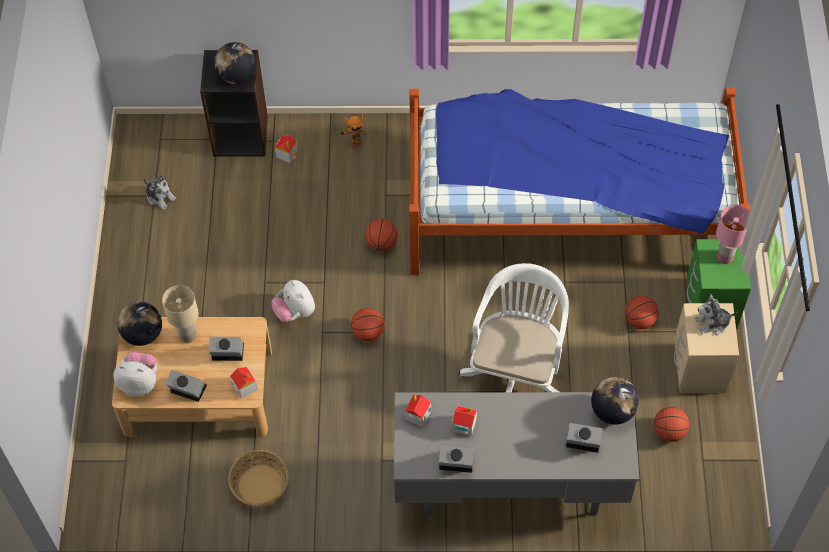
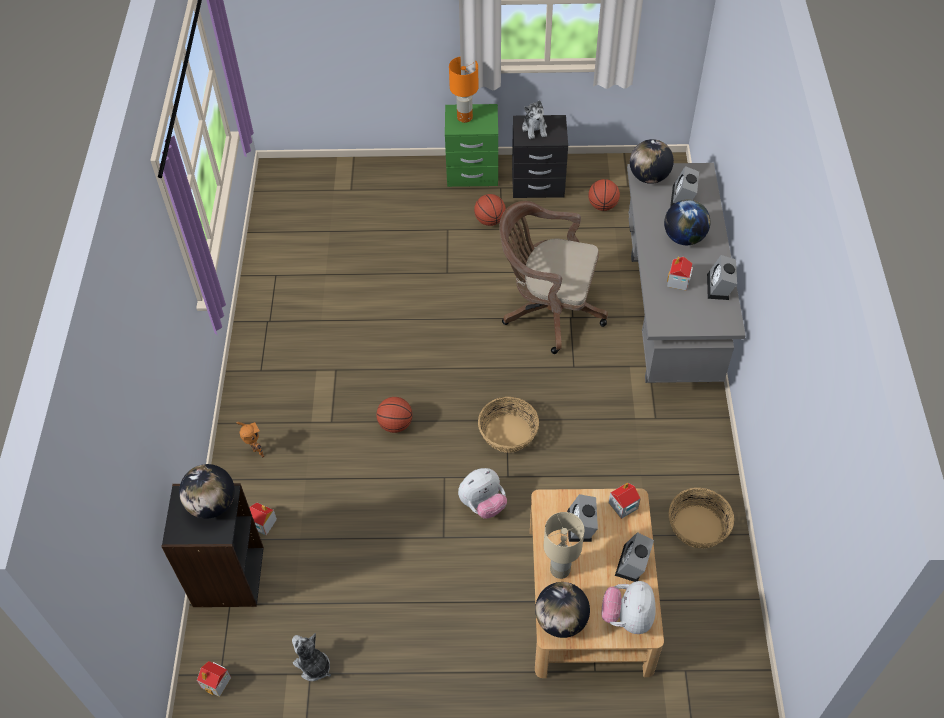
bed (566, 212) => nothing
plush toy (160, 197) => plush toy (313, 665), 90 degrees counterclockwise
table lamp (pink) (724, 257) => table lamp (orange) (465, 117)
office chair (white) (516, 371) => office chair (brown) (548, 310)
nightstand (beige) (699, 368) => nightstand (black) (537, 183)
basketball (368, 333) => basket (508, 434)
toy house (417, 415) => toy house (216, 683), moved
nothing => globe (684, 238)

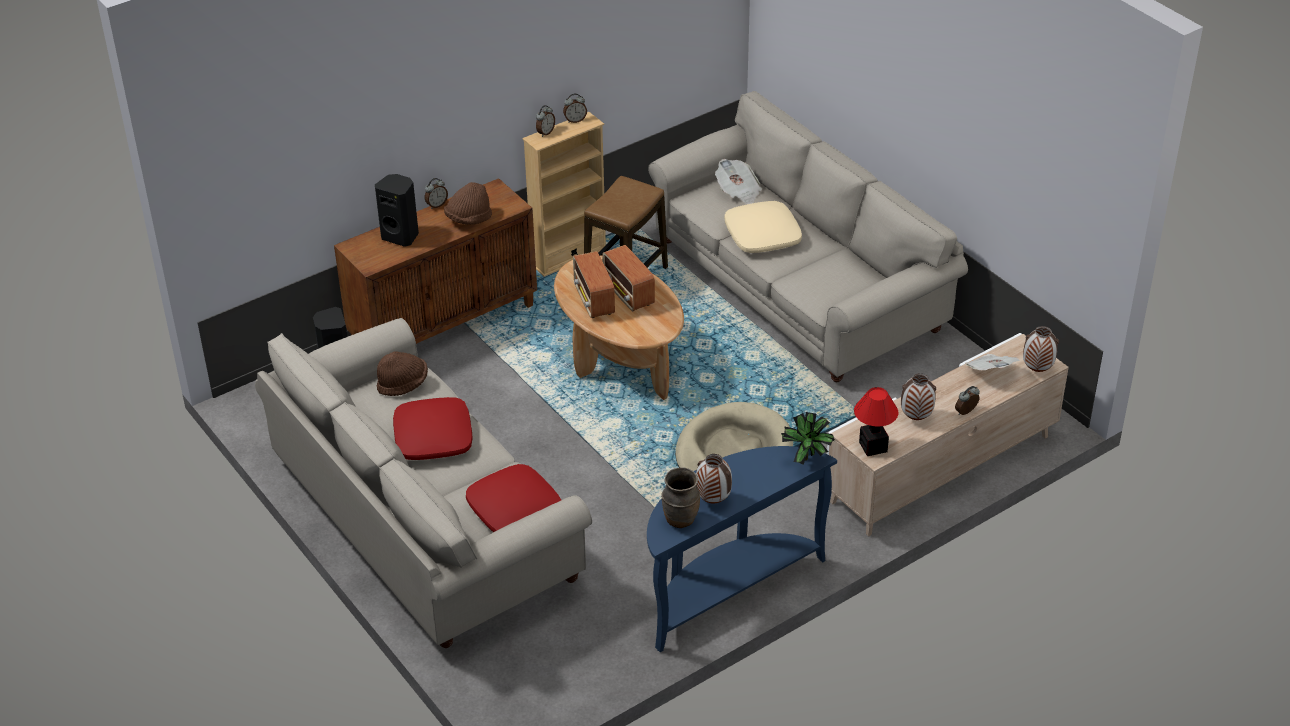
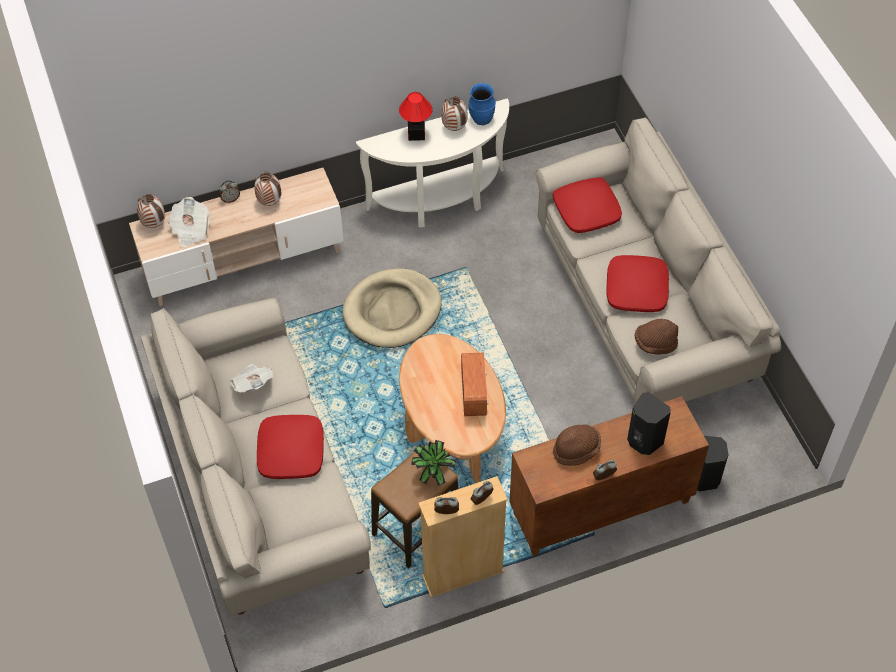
newspaper (738, 192) => newspaper (253, 384), moved
pillow (beige) (763, 235) => pillow (red) (290, 451)
radio (629, 294) => nothing
table lamp (873, 446) => table lamp (416, 135), moved
potted plant (808, 461) => potted plant (433, 473), moved
console table (blue) (726, 589) => console table (white) (441, 201)
vase (brown) (680, 519) => vase (blue) (481, 119)

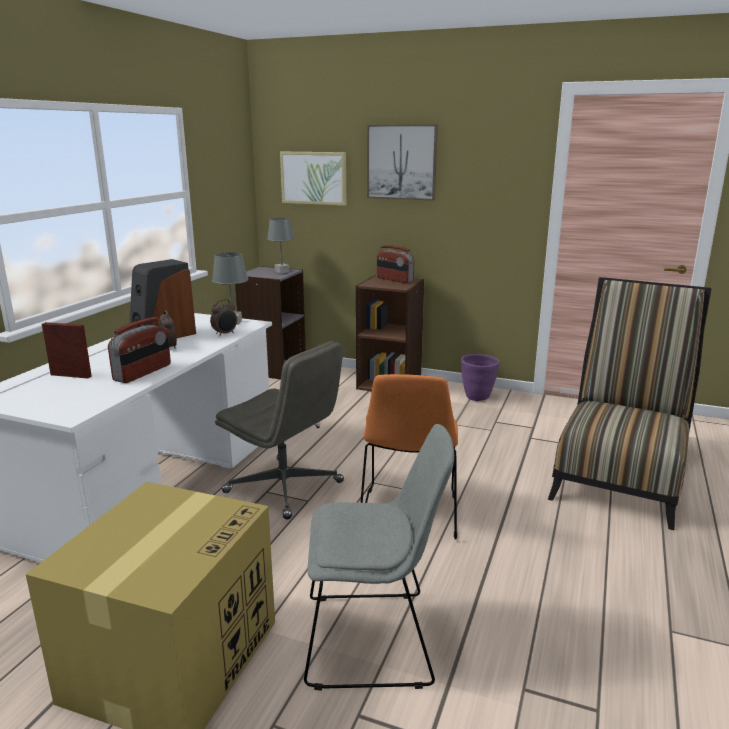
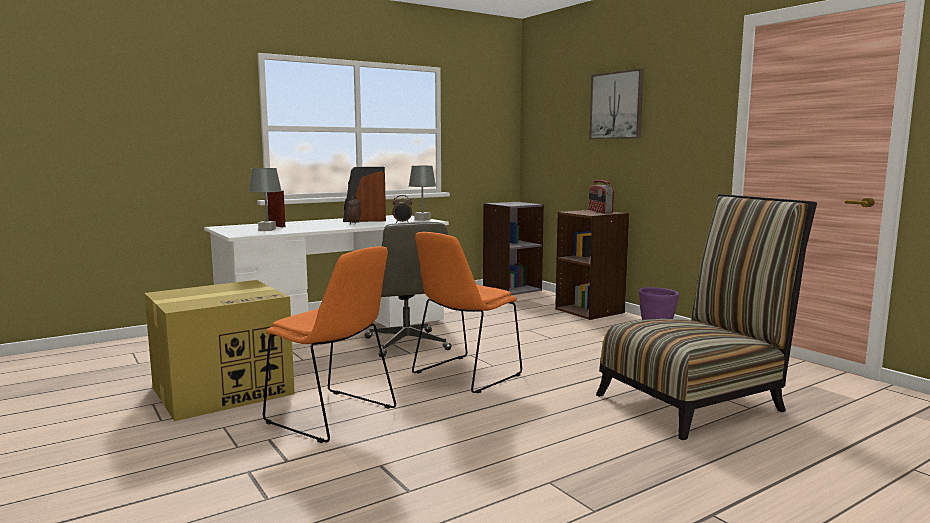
picture (313, 178) => nothing
table lamp (grey) (281, 271) => table lamp (grey) (267, 230), moved
radio (143, 373) => nothing
chair (grey) (374, 639) => chair (orange) (334, 416)

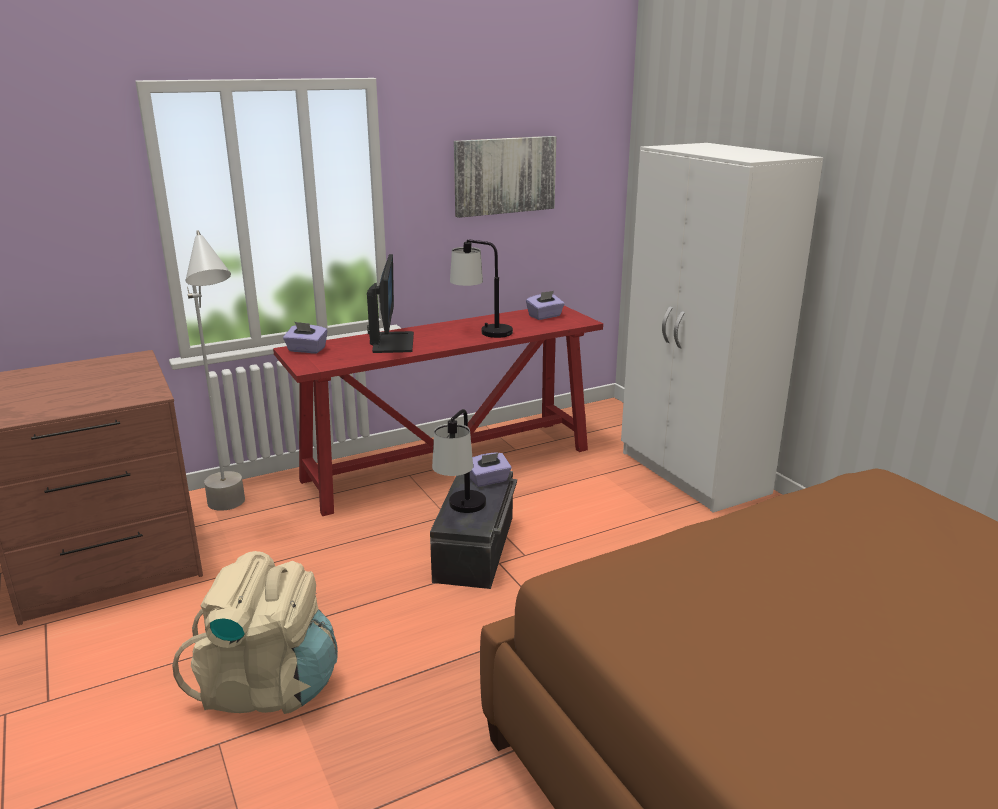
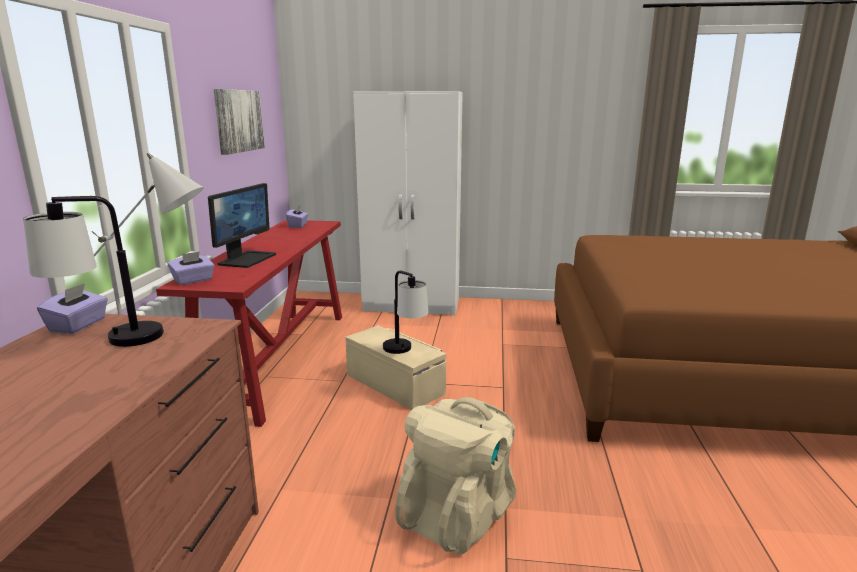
table lamp (482, 332) => table lamp (110, 343), moved
monitor (392, 342) => monitor (246, 259), 75 degrees clockwise
tissue box (purple) (488, 480) => tissue box (purple) (78, 325), moved
storage box (black) (476, 548) => storage box (beige) (395, 383)

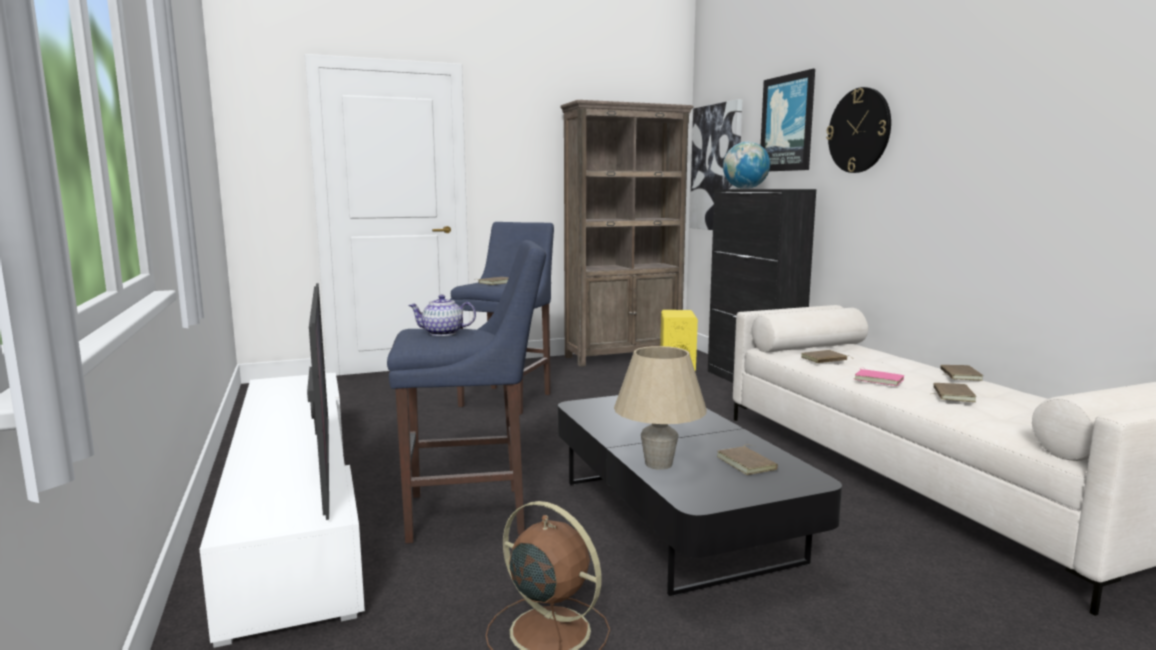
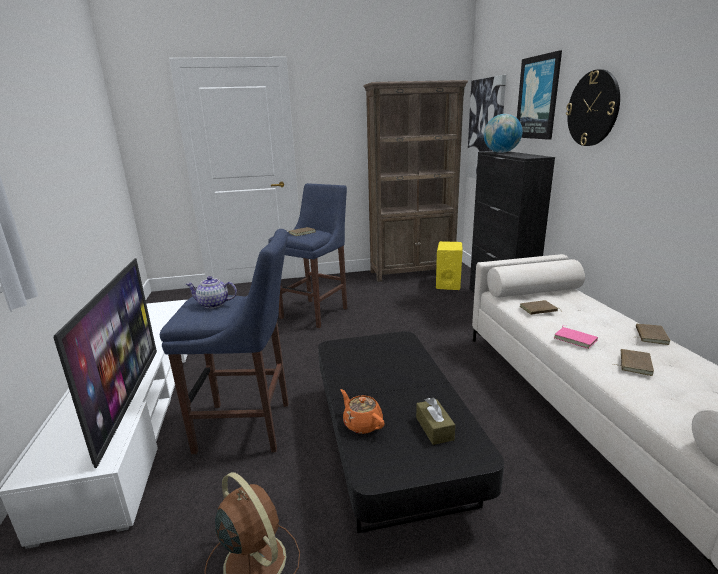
table lamp (beige) (658, 464) => teapot (orange) (362, 424)
book (brown) (748, 463) => tissue box (brown) (434, 428)

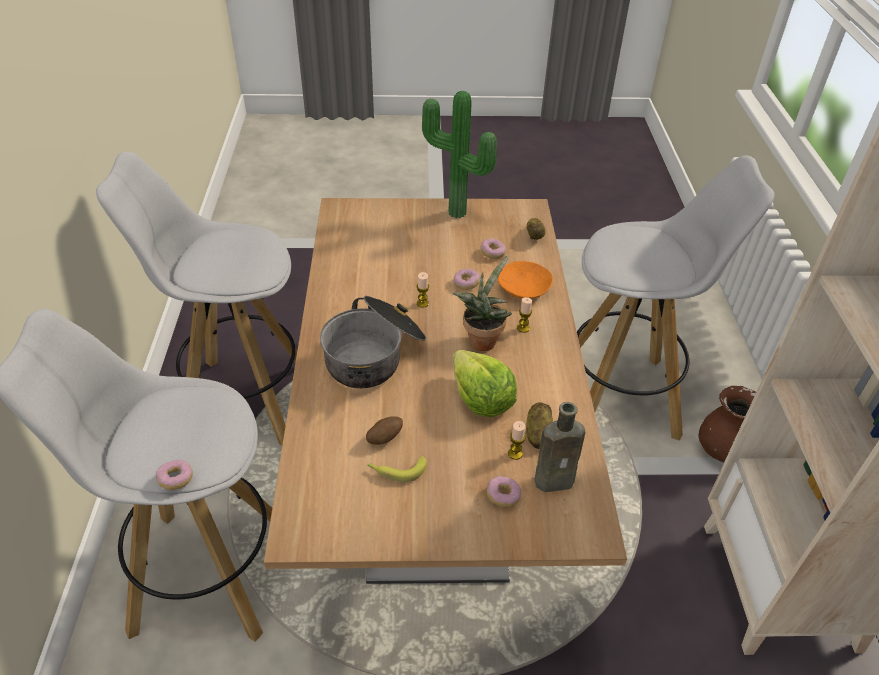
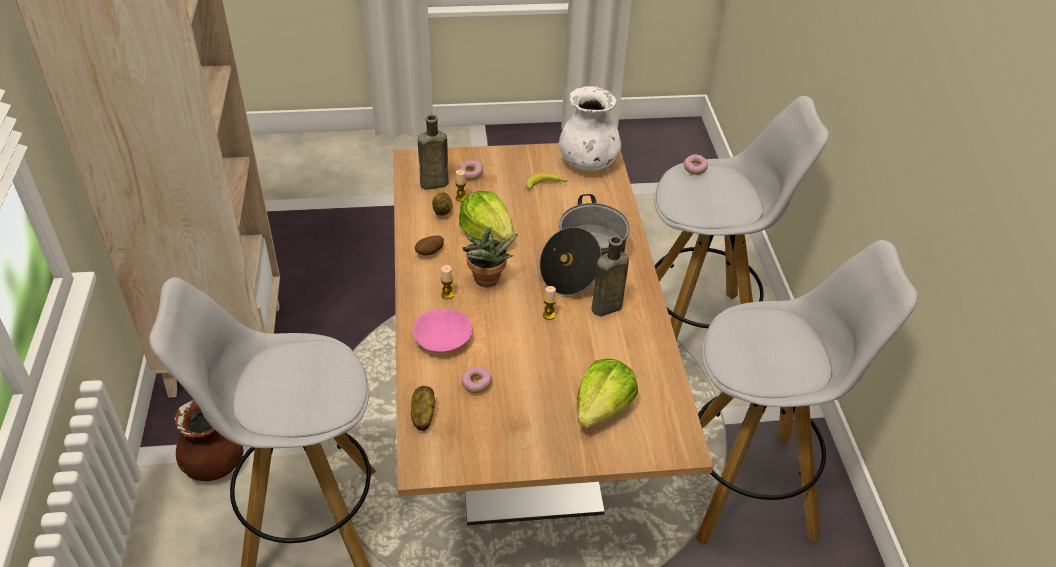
potted plant (455, 215) => nothing
bowl (orange) (523, 288) => bowl (pink) (443, 339)
donut (466, 284) => nothing
potato (384, 438) => potato (430, 253), moved
nothing => vase (white) (588, 163)
nothing => bottle (brown) (604, 308)
nothing => lettuce (603, 407)

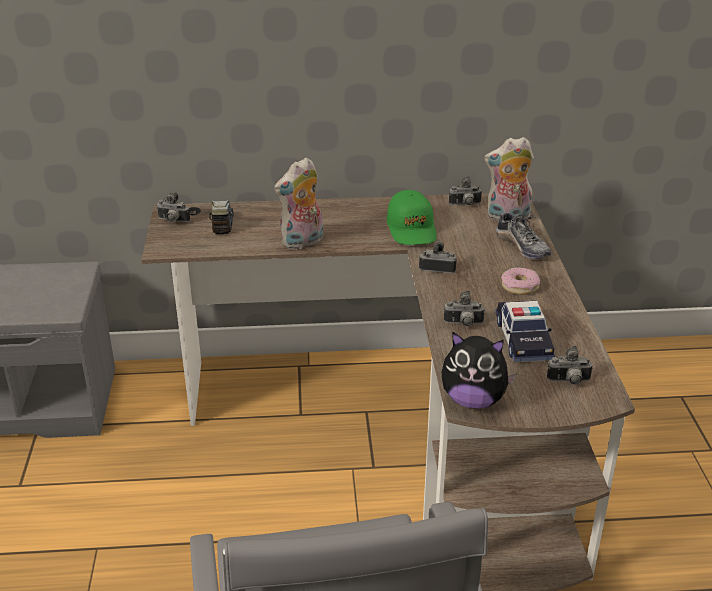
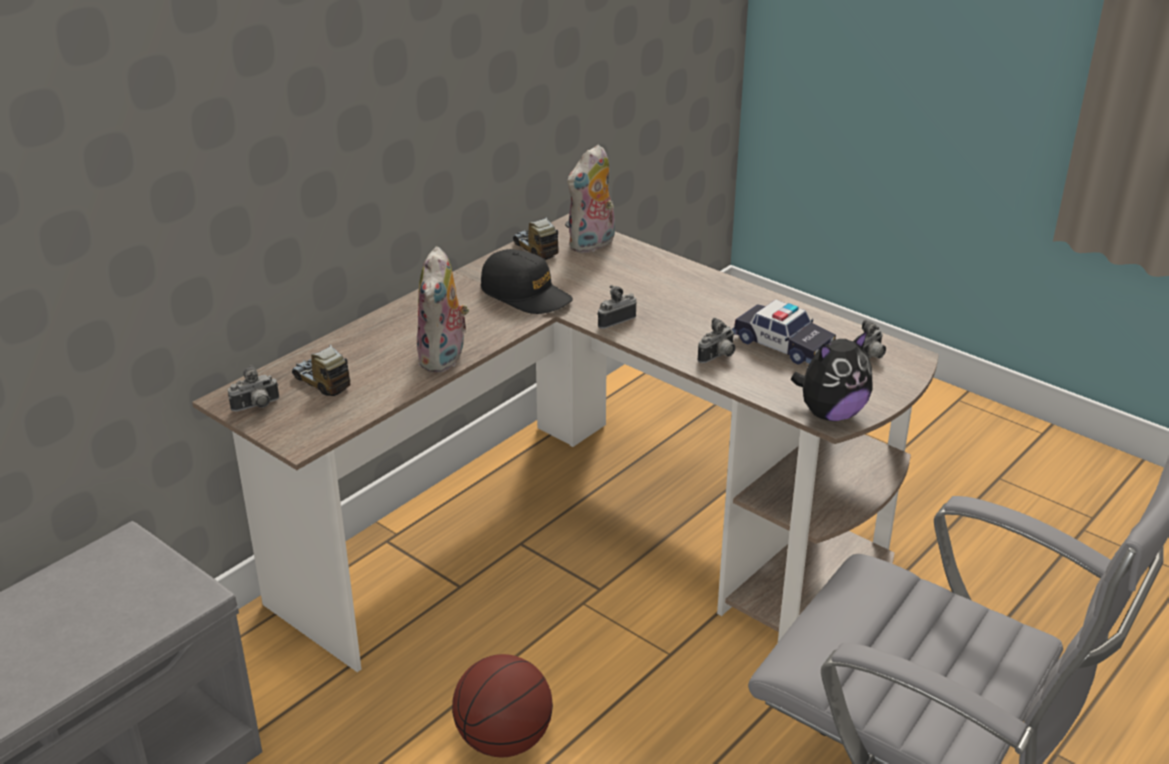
photo camera (465, 205) => toy truck (535, 250)
cap (green) (411, 228) => cap (black) (526, 294)
shoe (522, 246) => nothing
donut (520, 286) => nothing
nothing => basketball (504, 740)

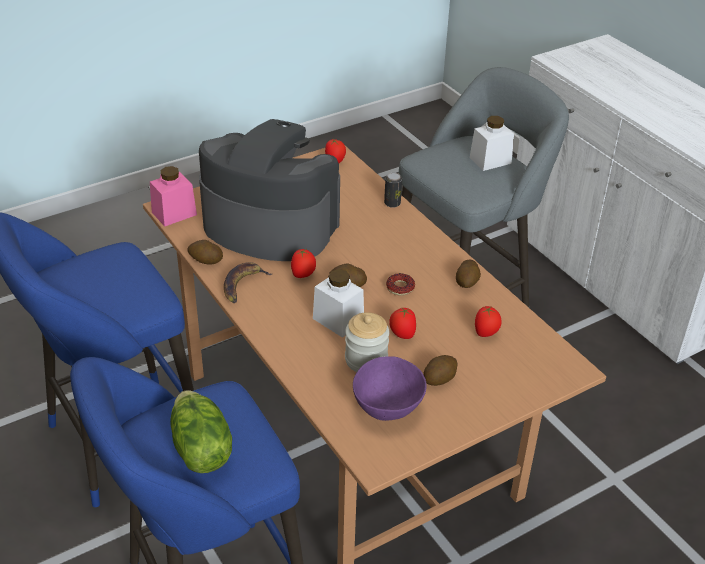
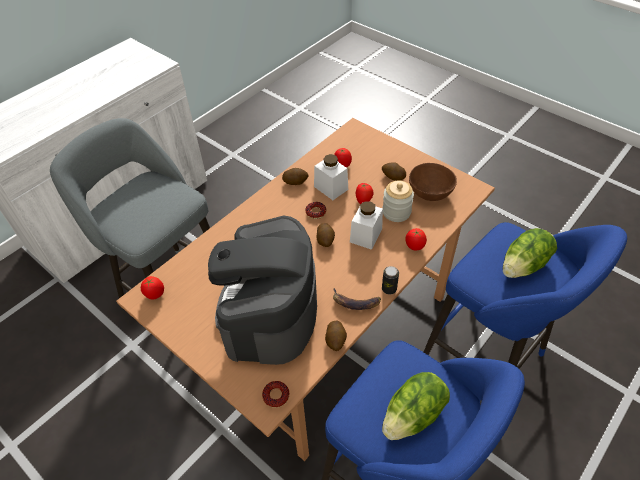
jar (white) (490, 160) => jar (white) (331, 188), moved
jar (pink) (174, 213) => donut (276, 395)
can (392, 203) => can (389, 289), moved
tomato (303, 275) => tomato (414, 246), moved
bowl (purple) (389, 406) => bowl (brown) (429, 193)
nothing => lettuce (414, 415)

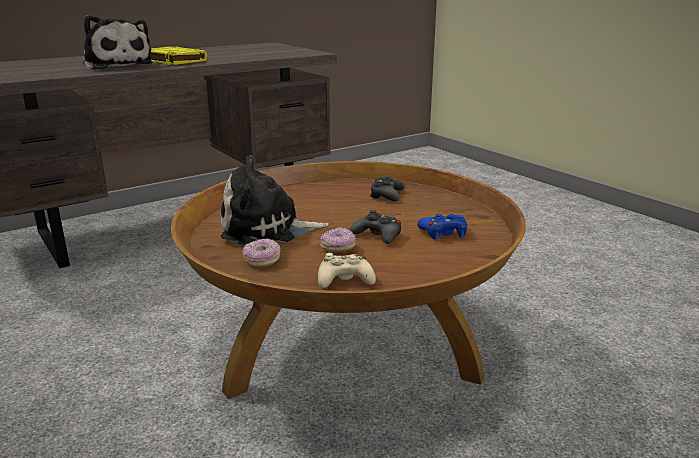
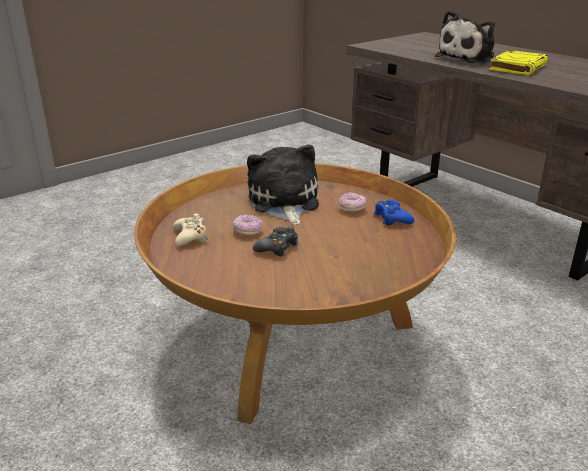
game controller (black) (386, 195) => nothing
game controller (blue) (444, 233) => game controller (blue) (392, 218), moved
donut (262, 261) => donut (352, 208), moved

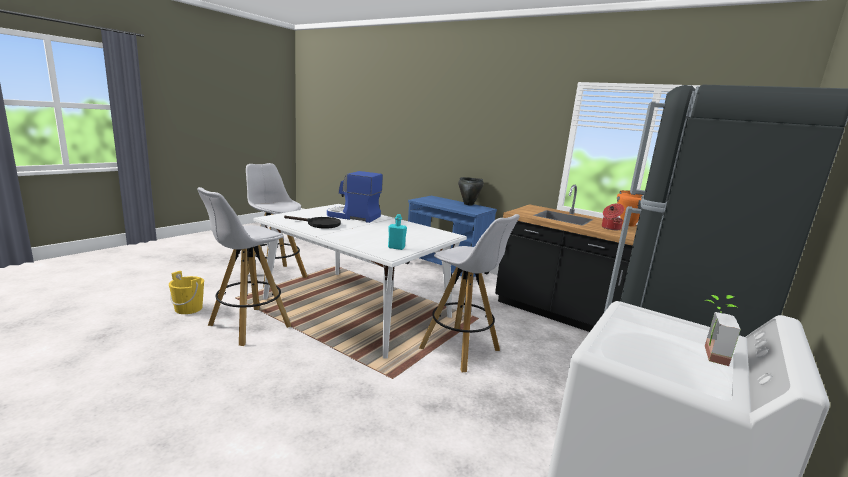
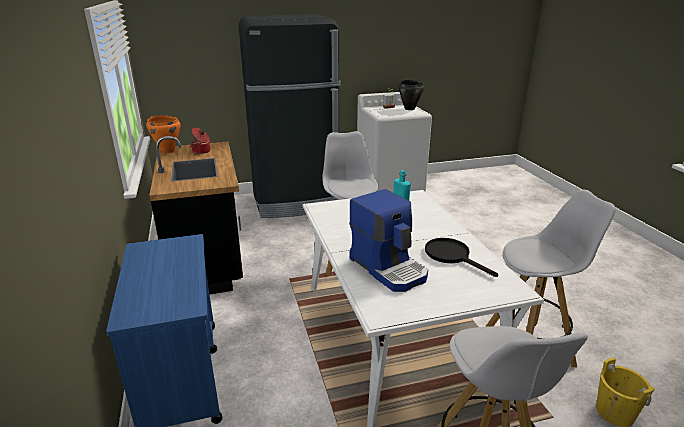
cooking pot (black) (468, 204) => cooking pot (black) (409, 109), moved

